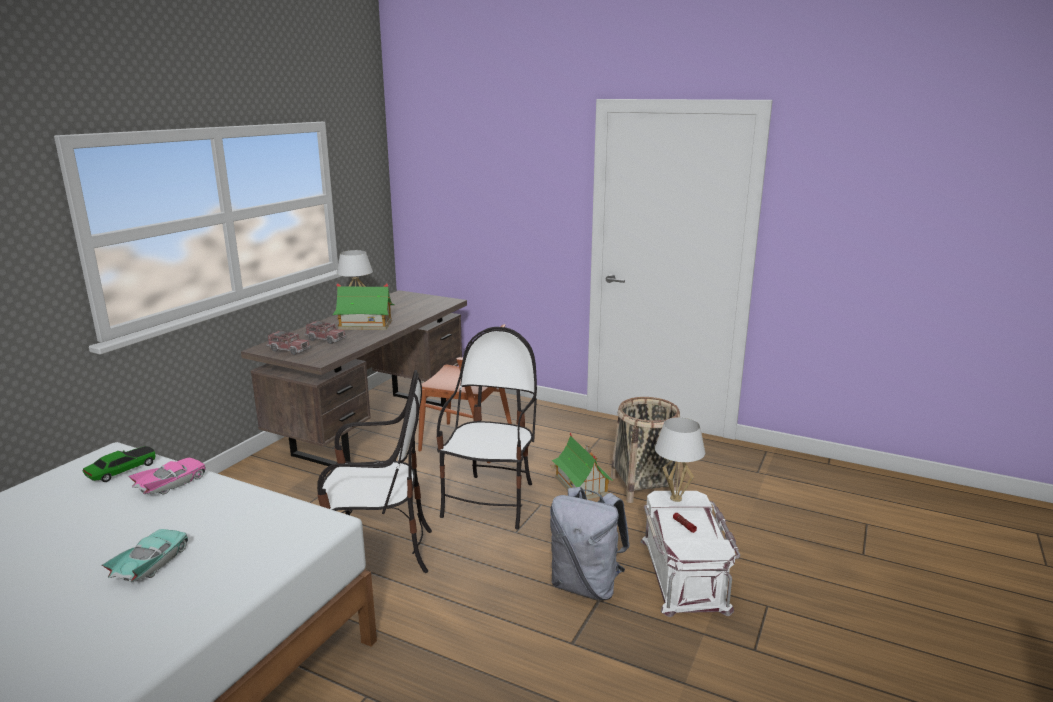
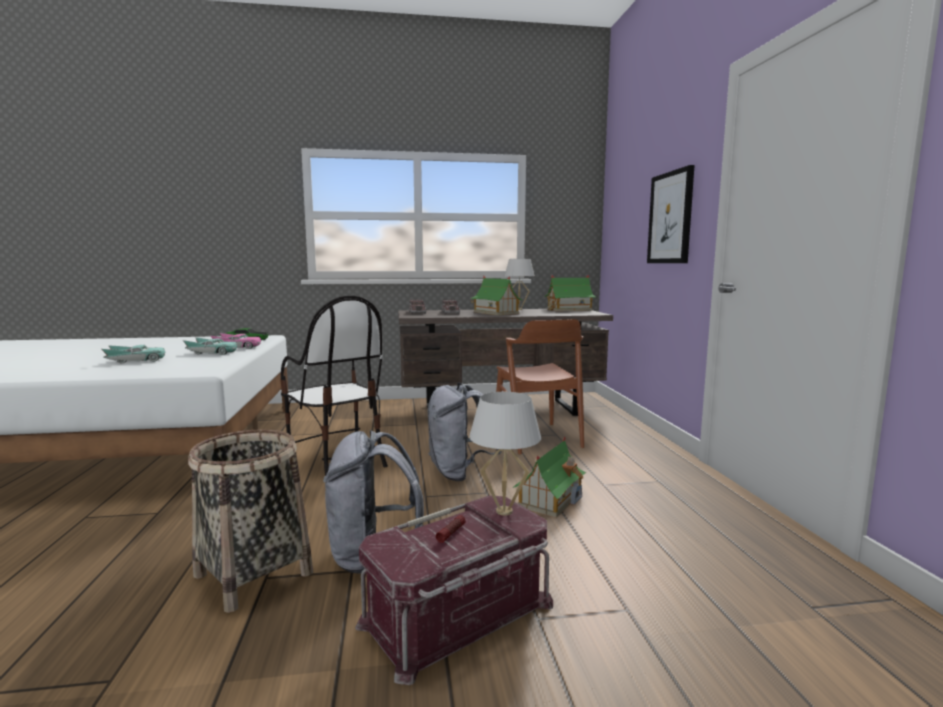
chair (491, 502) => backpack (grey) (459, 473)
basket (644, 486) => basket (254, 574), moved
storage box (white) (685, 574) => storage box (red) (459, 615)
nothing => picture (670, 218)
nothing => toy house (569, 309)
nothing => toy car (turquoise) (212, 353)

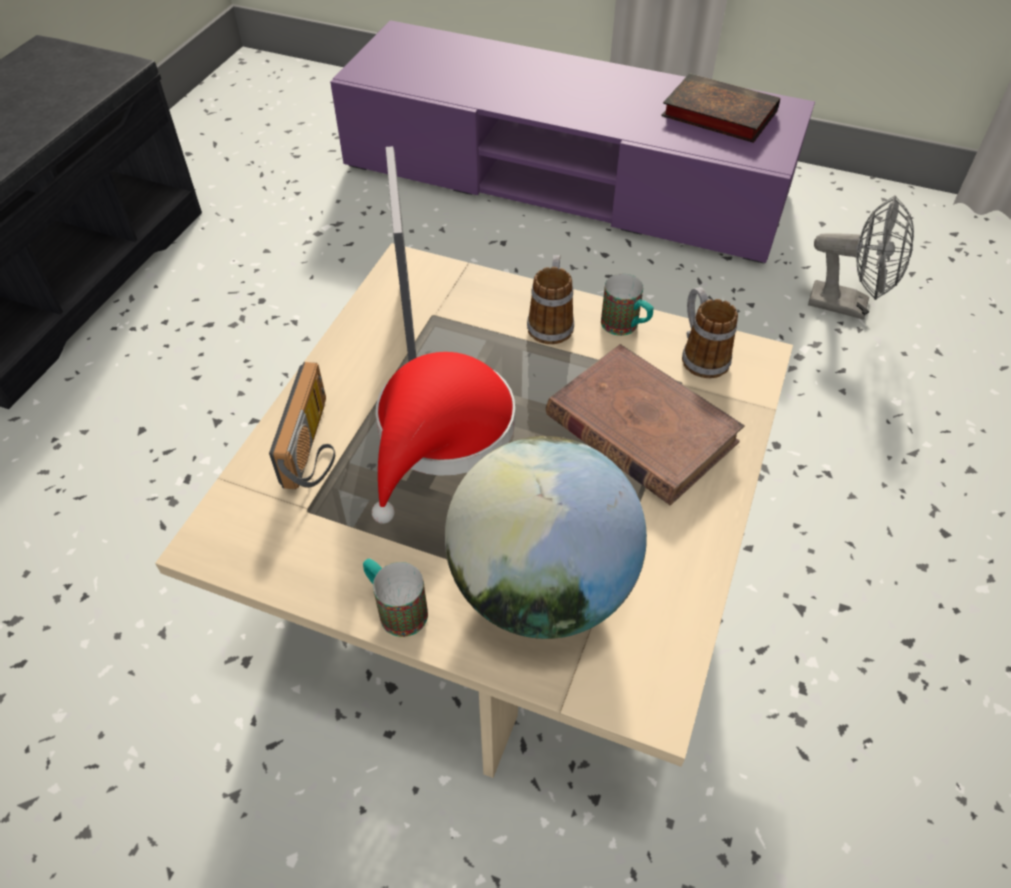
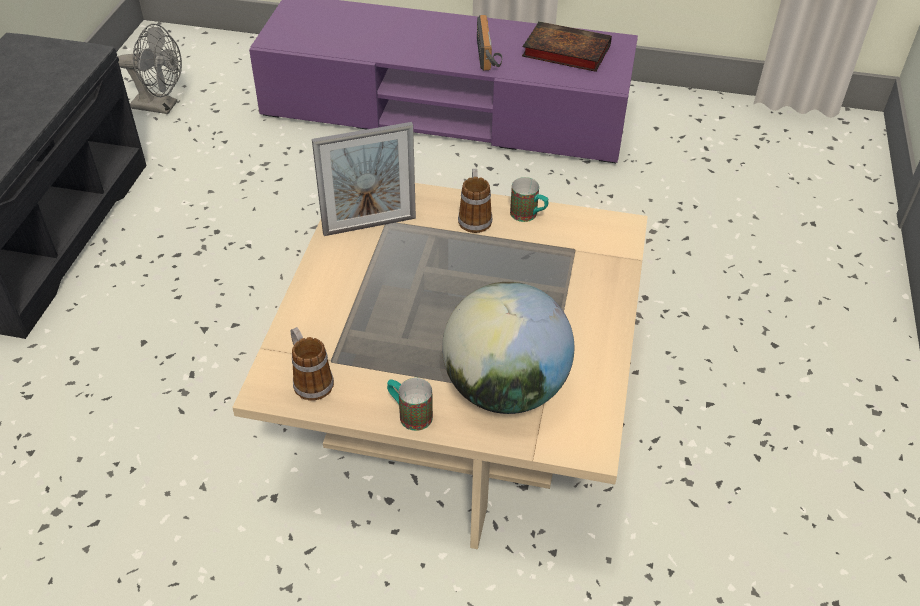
picture frame (408, 319) => picture frame (369, 225), 90 degrees clockwise
fan (grey) (848, 305) => fan (grey) (161, 106), moved
mug (700, 355) => mug (310, 380), moved
book (brown) (640, 428) => nothing
hat (red) (441, 435) => nothing
radio (315, 446) => radio (490, 55), moved

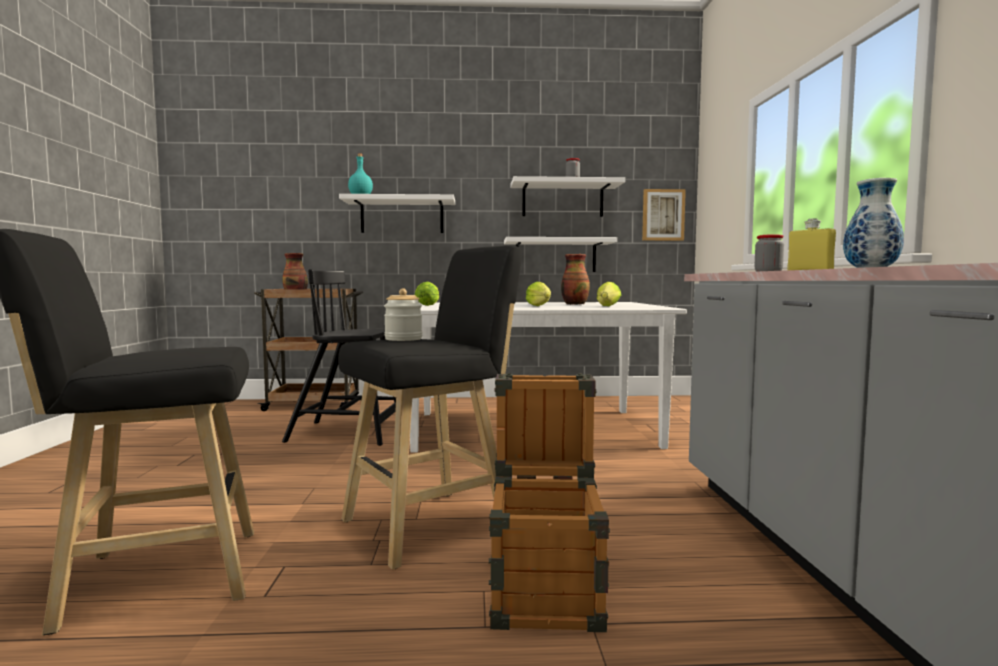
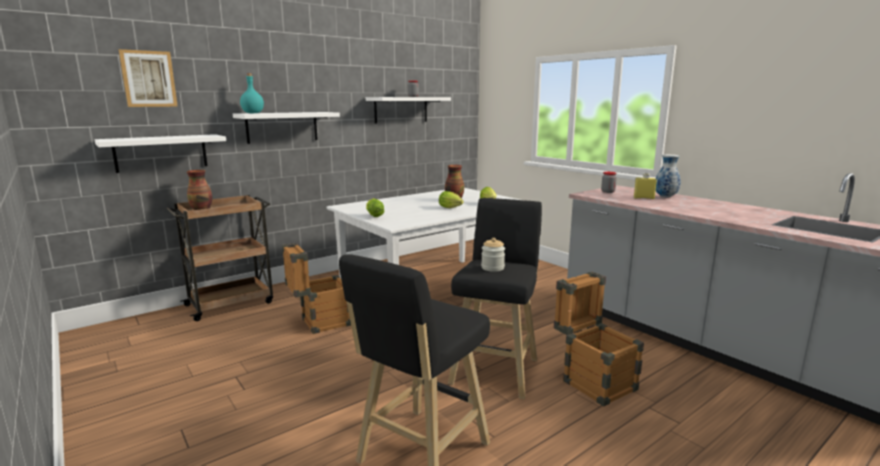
picture (663, 215) => picture (148, 79), moved
shelf (white) (555, 256) => shelf (white) (161, 153), moved
chair (black) (348, 433) => crate (320, 323)

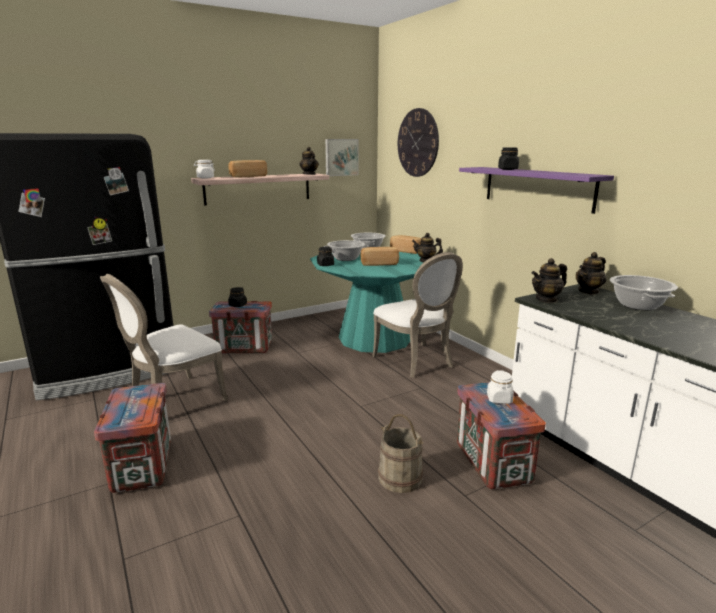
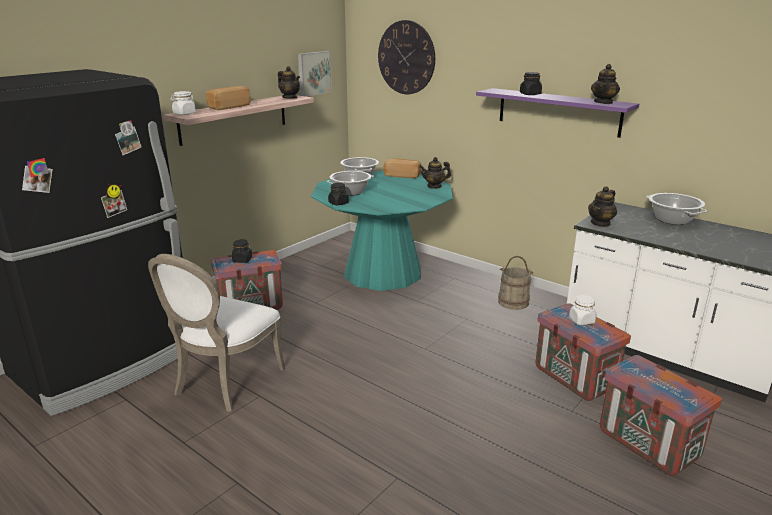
bread (379, 263) => nothing
chair (white) (416, 362) => nothing
teapot (589, 291) => teapot (603, 102), moved
crate (142, 466) => crate (649, 444), moved
bucket (beige) (400, 478) => bucket (beige) (513, 302), moved

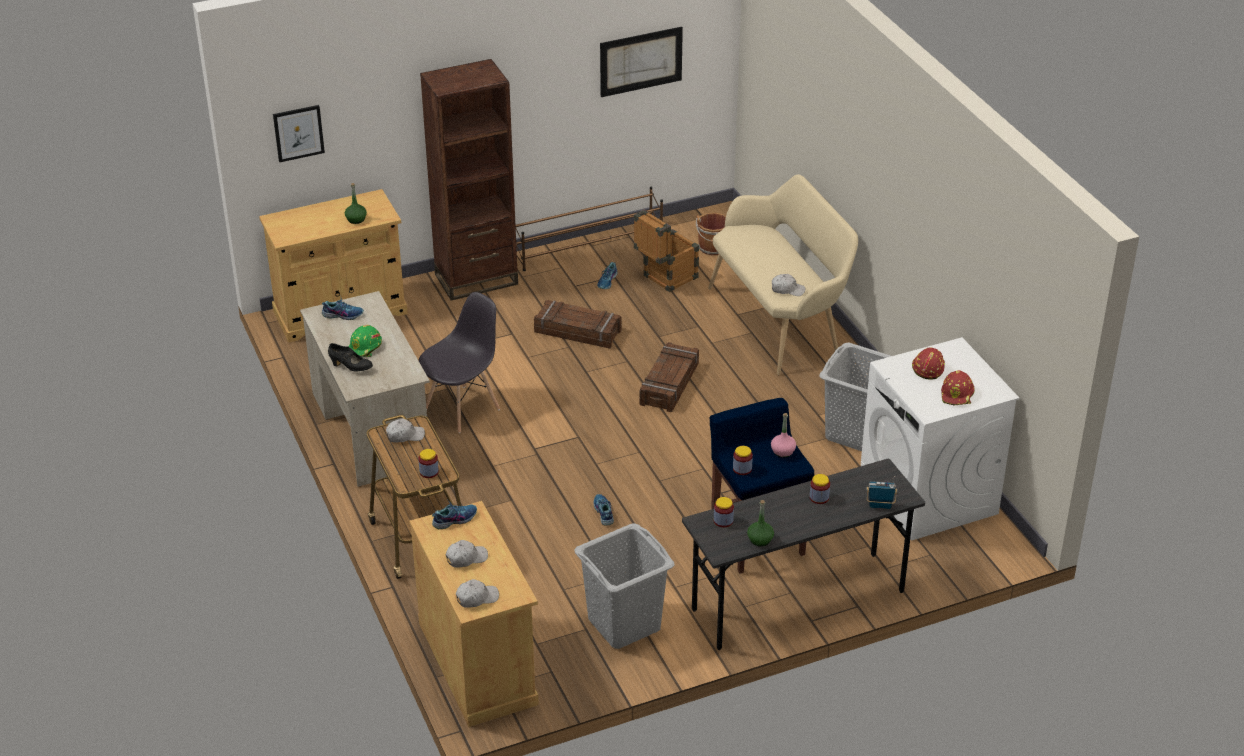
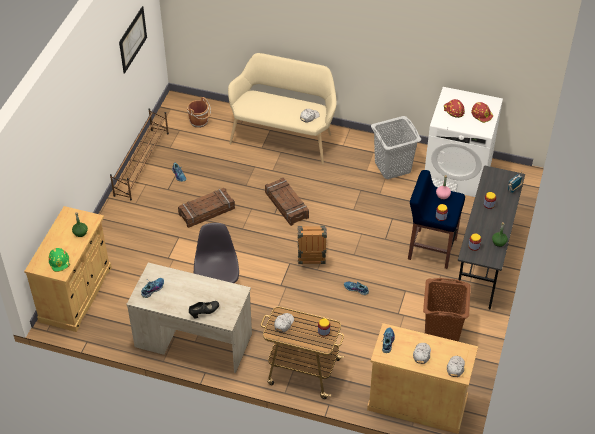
bookcase (brown) (476, 279) => nothing
picture (298, 133) => nothing
crate (665, 279) => crate (311, 257), moved
hard hat (green) (365, 348) => hard hat (green) (60, 262), moved
laundry basket (grey) (625, 624) => laundry basket (brown) (442, 331)

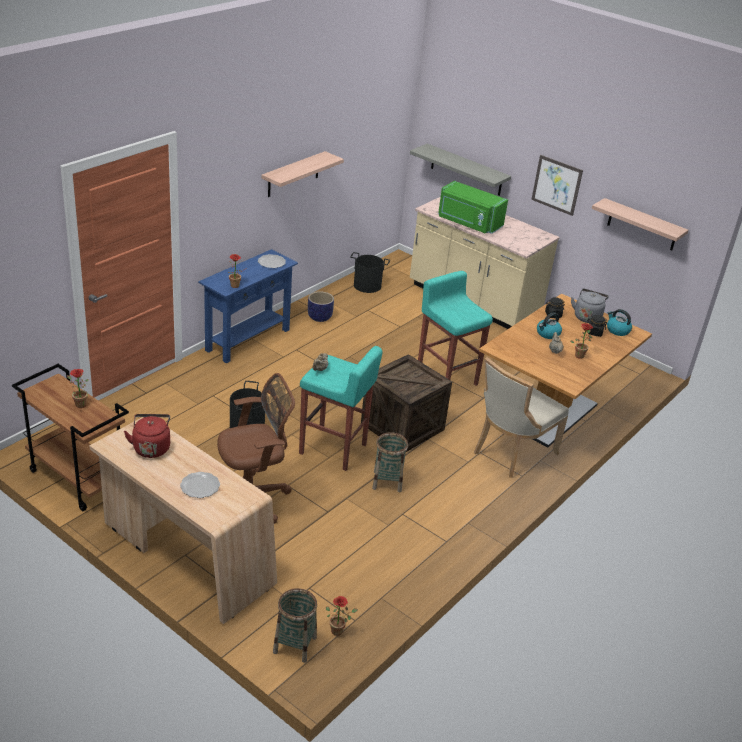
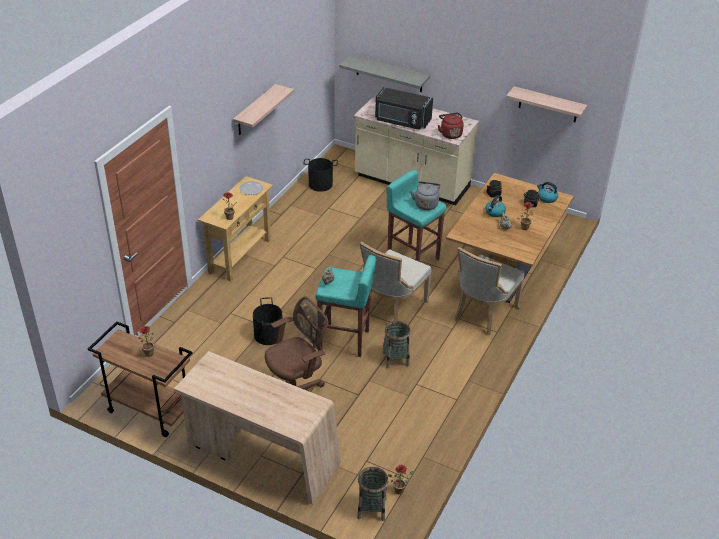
picture (556, 185) => nothing
microwave (green) (468, 223) => microwave (black) (402, 121)
console table (blue) (248, 340) => console table (beige) (240, 256)
kettle (grey) (587, 316) => kettle (grey) (426, 204), moved
planter (319, 317) => nothing
crate (402, 426) => chair (beige) (392, 308)
kettle (red) (151, 447) => kettle (red) (450, 134), moved
plate (200, 486) => nothing

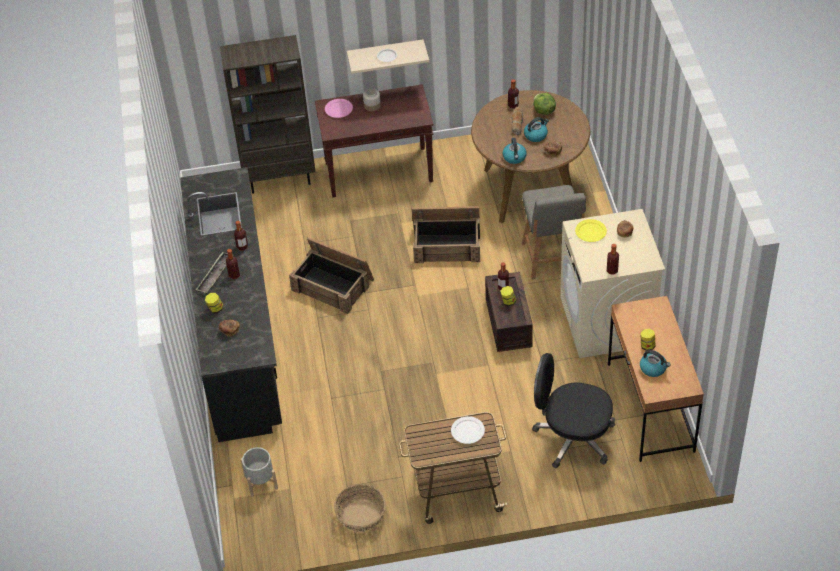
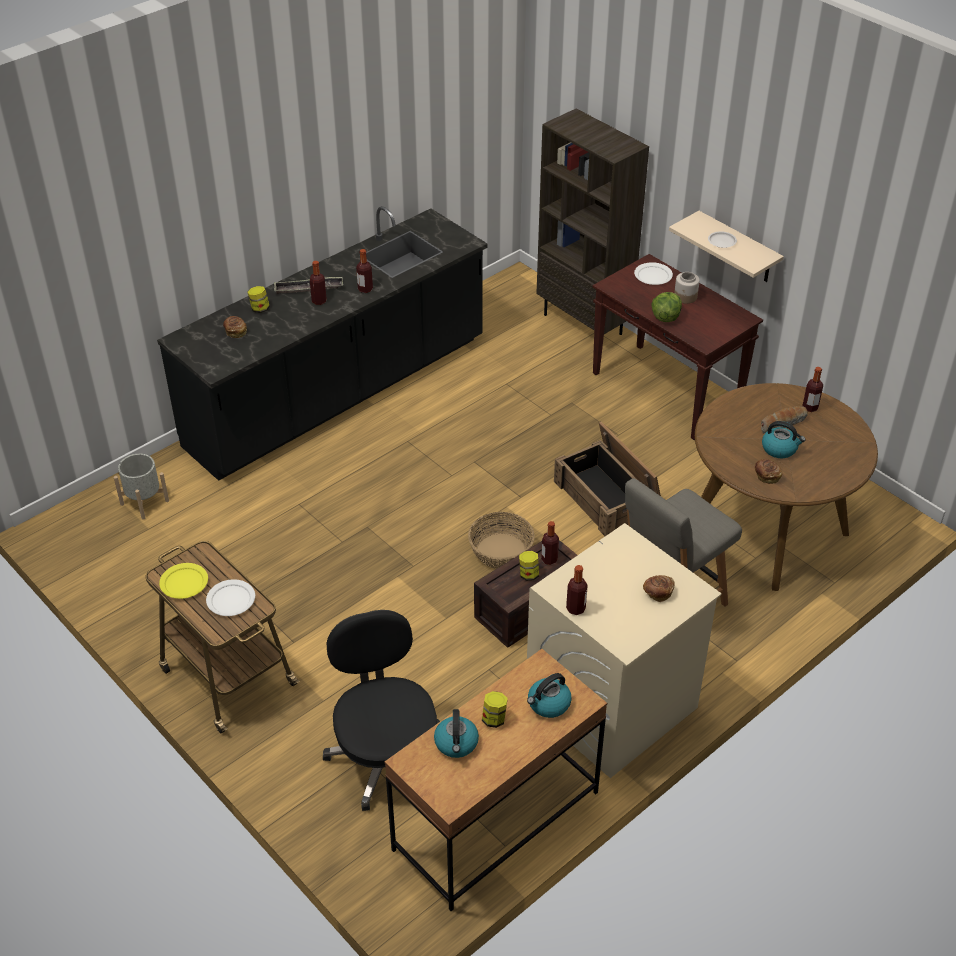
lettuce (543, 111) => lettuce (665, 317), moved
plate (pink) (338, 109) => plate (white) (653, 275)
kettle (514, 157) => kettle (548, 704), moved
plate (yellow) (591, 231) => plate (yellow) (184, 583), moved
crate (333, 284) => nothing
basket (361, 515) => basket (501, 551), moved

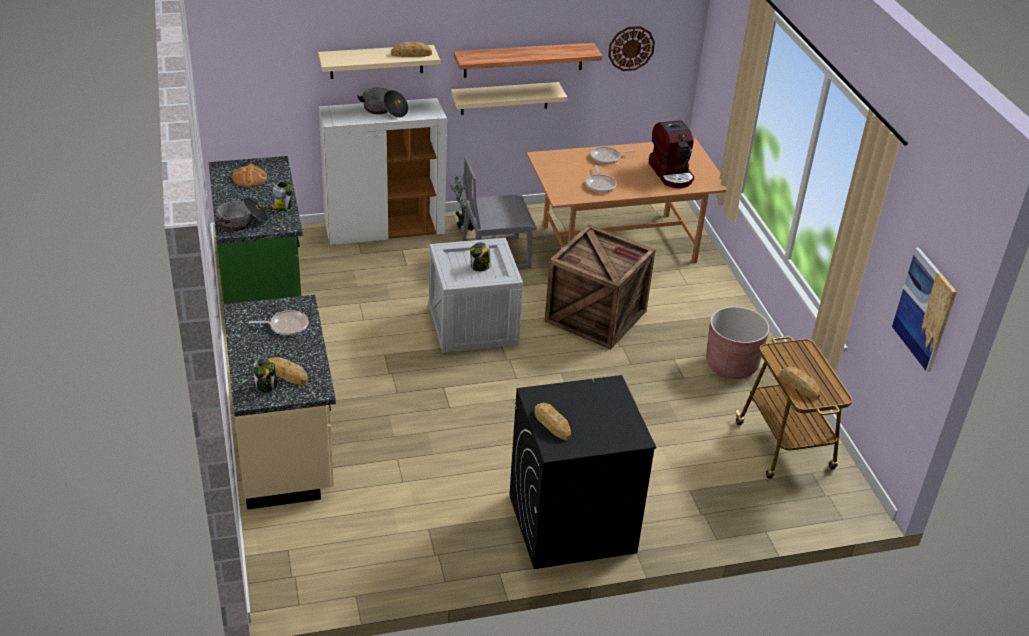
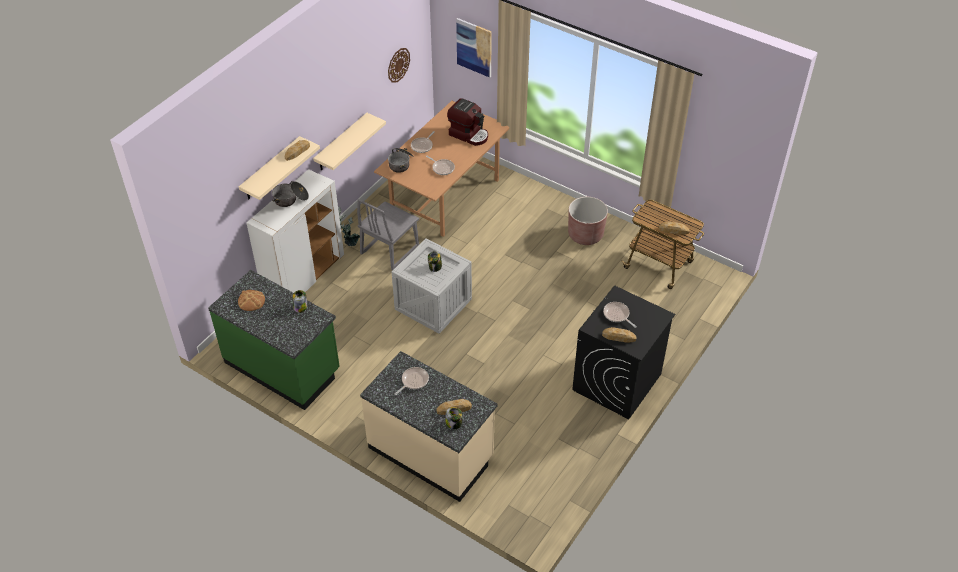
shelf (523, 60) => nothing
cooking pot (243, 222) => cooking pot (401, 163), moved
crate (597, 316) => nothing
picture (924, 309) => picture (474, 47), moved
nothing => frying pan (617, 315)

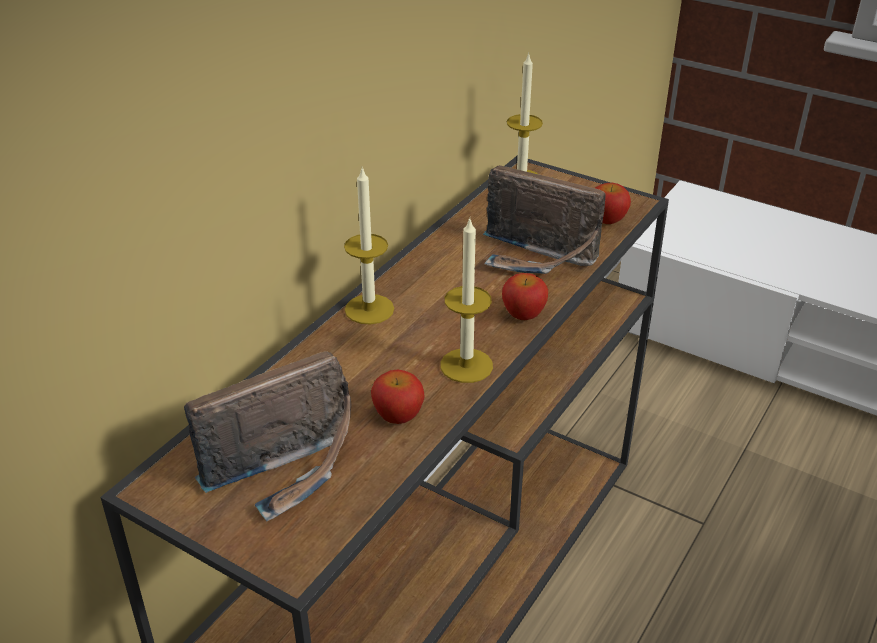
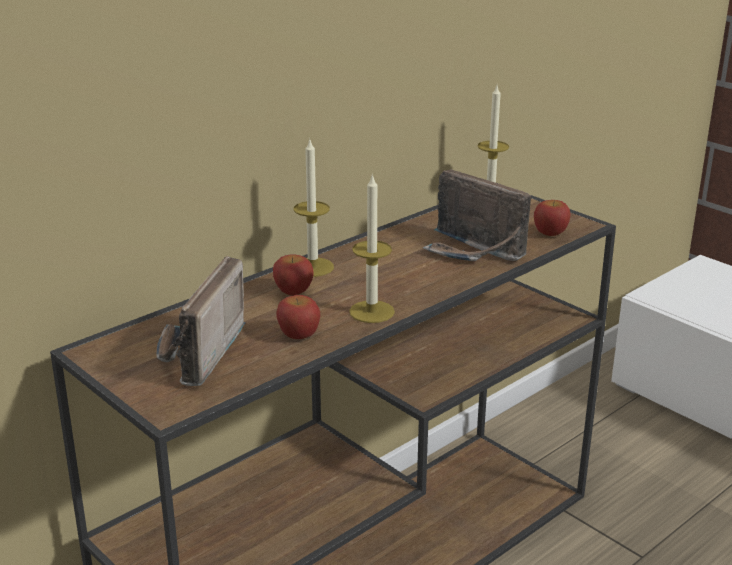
apple (523, 314) => apple (293, 292), moved
radio (288, 470) => radio (195, 355), 120 degrees clockwise

